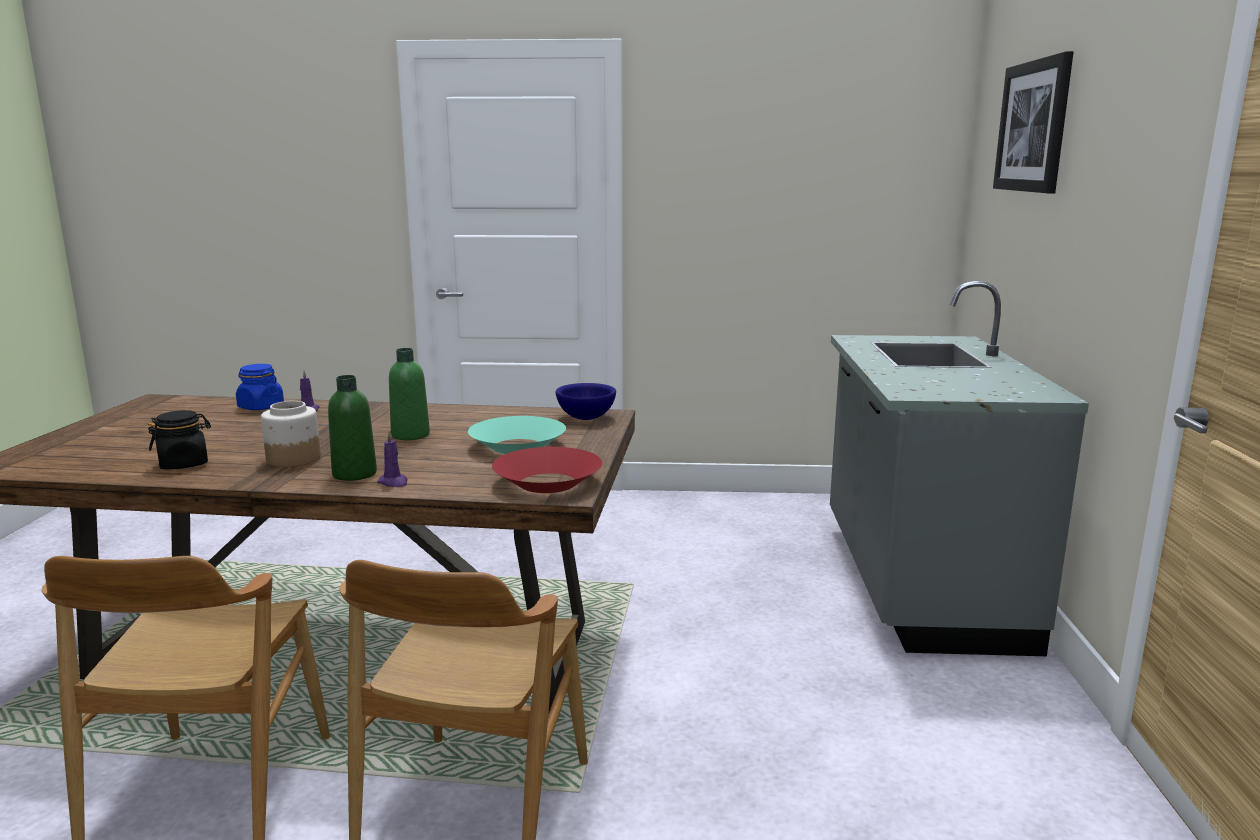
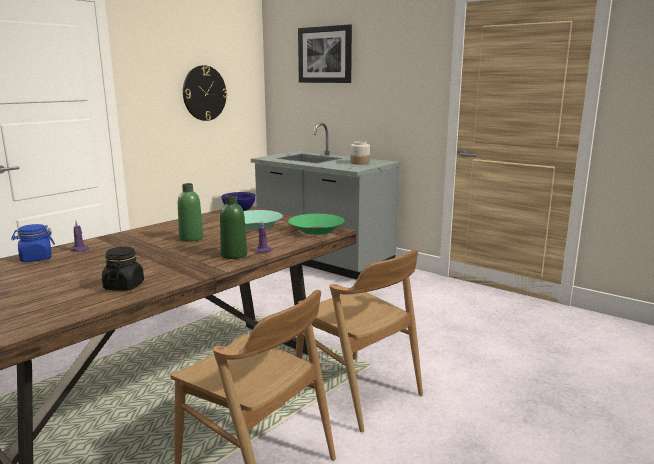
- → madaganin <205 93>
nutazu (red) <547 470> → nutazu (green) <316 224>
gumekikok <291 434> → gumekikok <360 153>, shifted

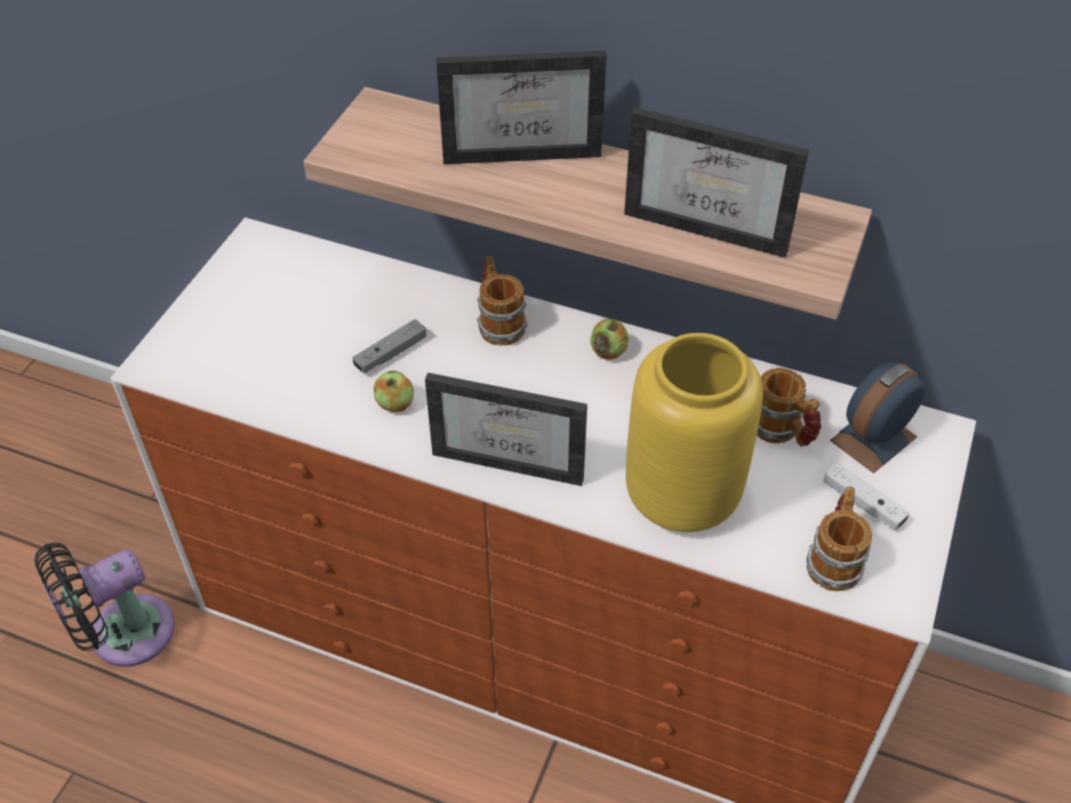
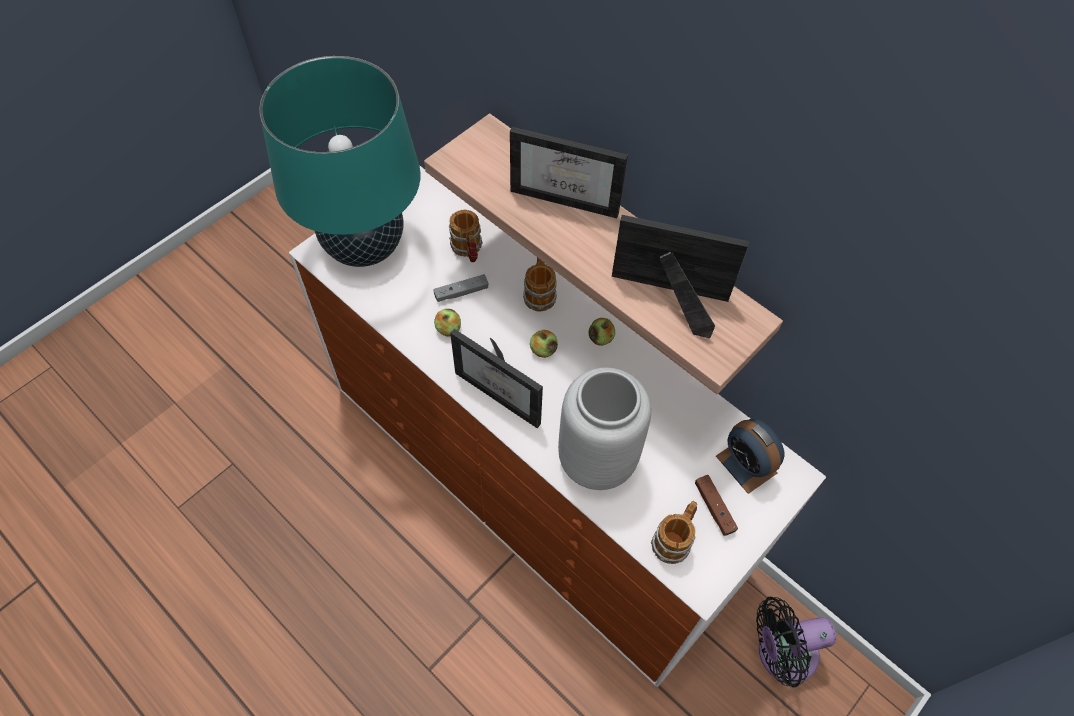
- → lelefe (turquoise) <340 161>
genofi <789 407> → genofi <466 235>, shifted
- → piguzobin <544 344>
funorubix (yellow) <694 432> → funorubix (grey) <604 428>
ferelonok <716 182> → ferelonok <680 276>, 150 degrees clockwise
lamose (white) <866 496> → lamose (brown) <716 505>
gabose <877 417> → gabose <750 456>, 105 degrees counterclockwise
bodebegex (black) <104 604> → bodebegex (black) <796 641>, shifted

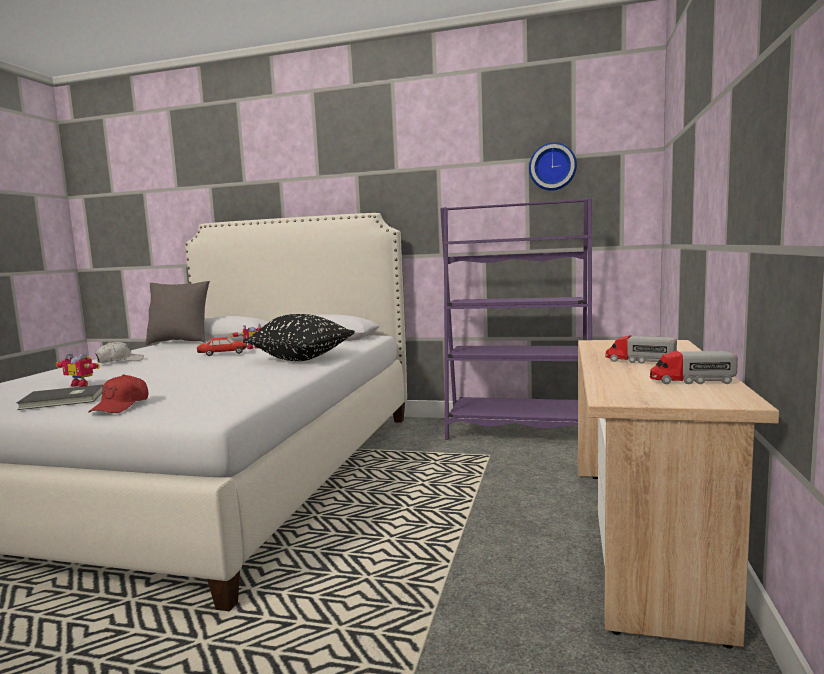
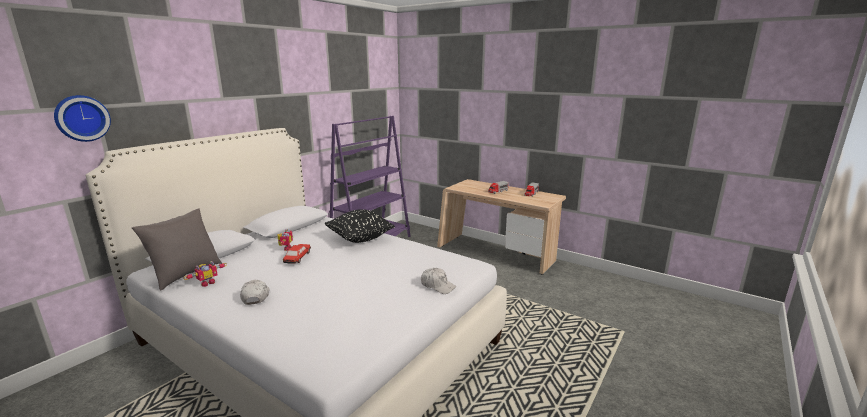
madaganin <553 166> → madaganin <82 118>, shifted
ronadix <77 370> → ronadix <205 274>, shifted
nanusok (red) <118 393> → nanusok (white) <439 281>
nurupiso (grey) <59 397> → -

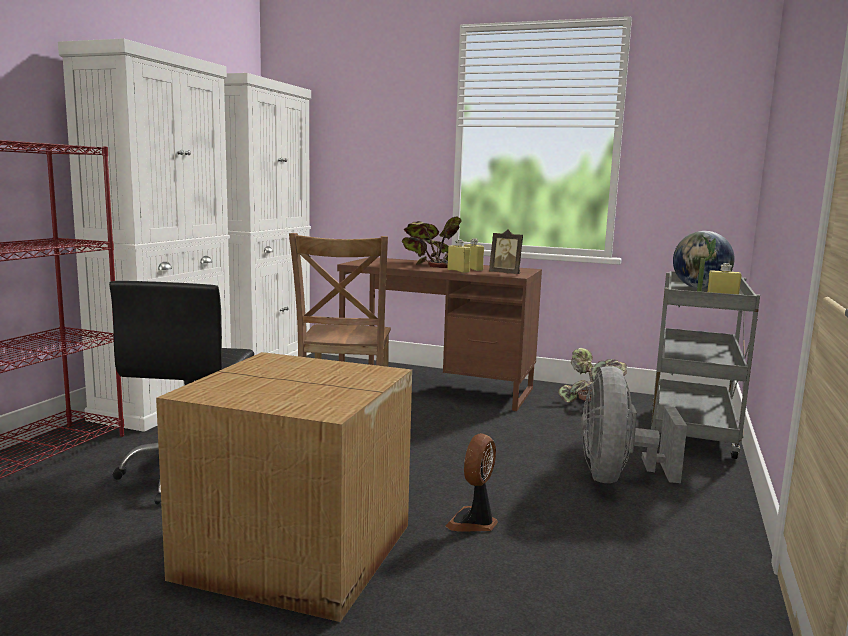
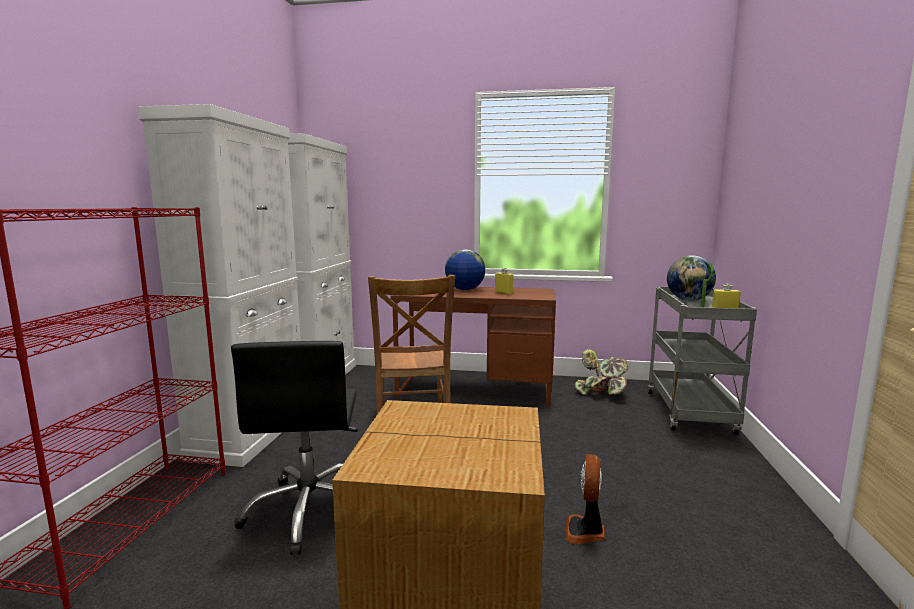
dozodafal <432 242> → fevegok <465 269>
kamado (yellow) <459 256> → -
ferelonok <506 251> → -
bodebegex (grey) <634 424> → -

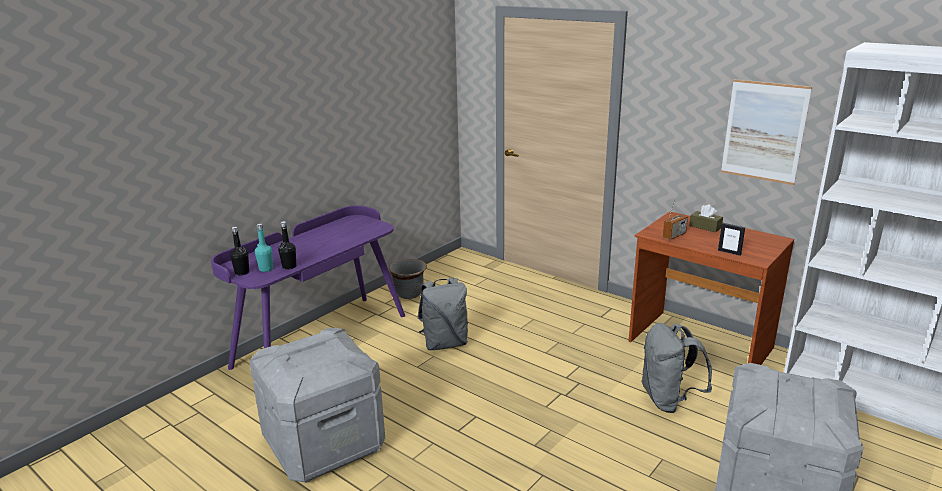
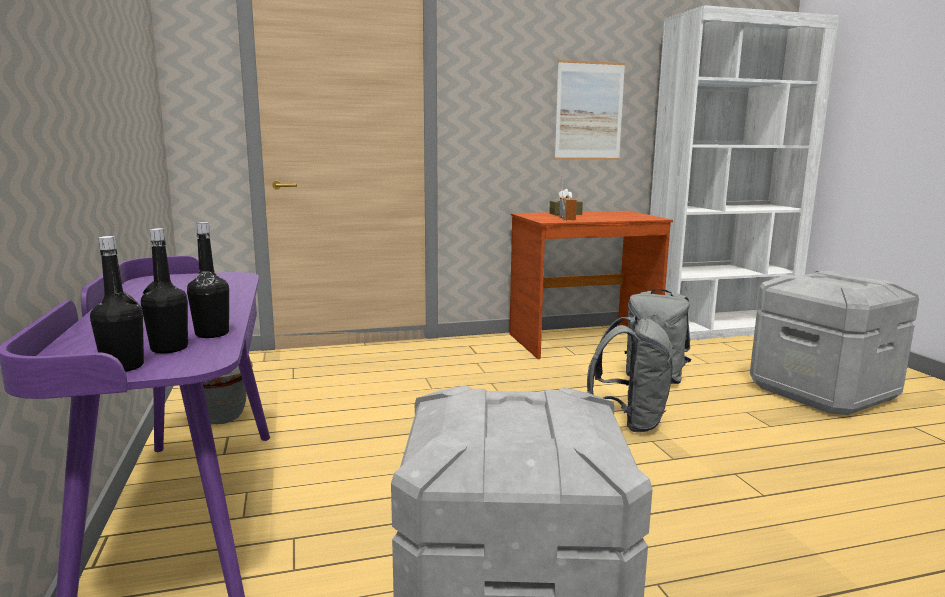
kamado (turquoise) <264 247> → kamado (black) <164 290>
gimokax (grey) <442 314> → gimokax (grey) <630 374>, shifted
ferelonok <731 239> → -

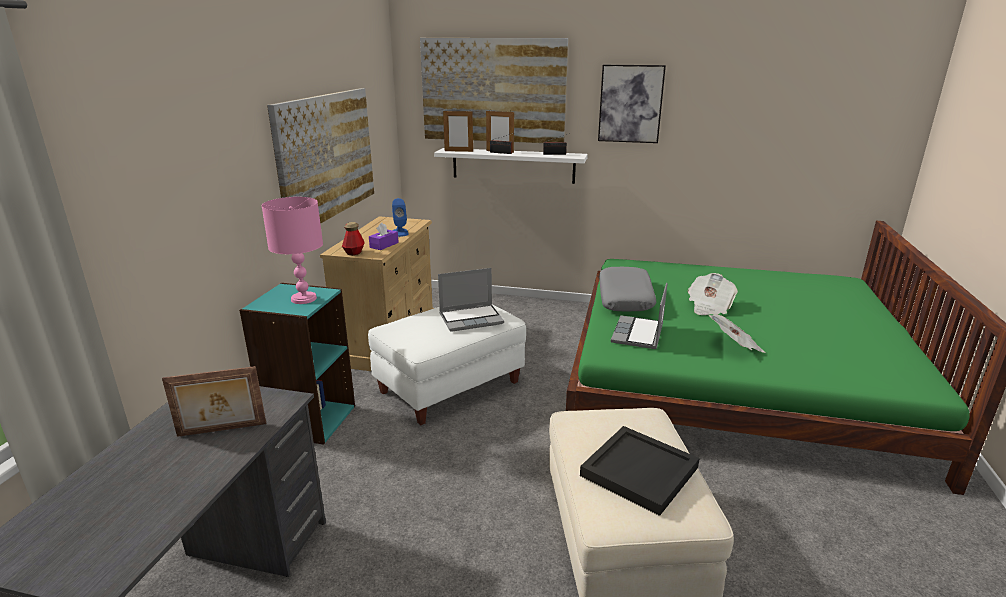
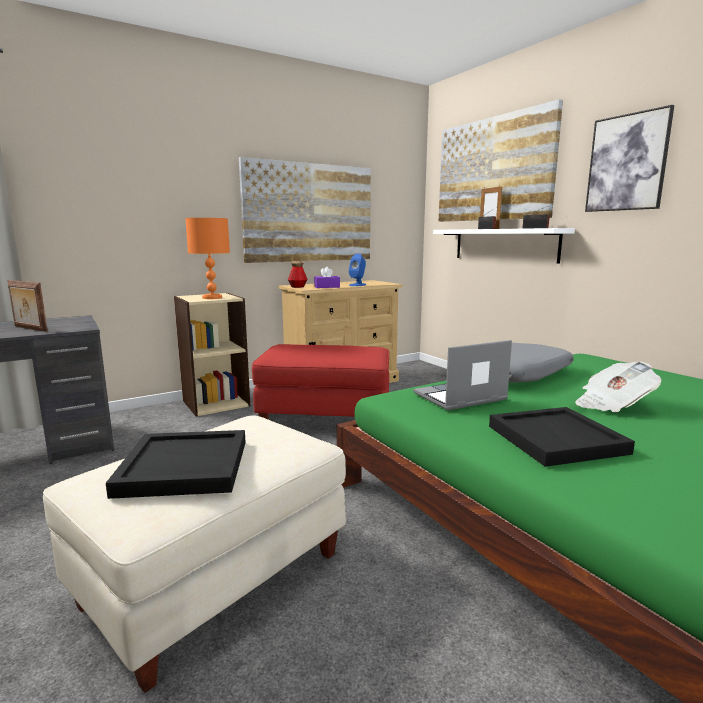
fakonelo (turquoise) <297 364> → fakonelo (beige) <212 355>
lelefe (pink) <292 250> → lelefe (orange) <207 258>
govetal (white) <447 365> → govetal (red) <320 382>
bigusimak <737 333> → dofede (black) <562 437>
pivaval <471 300> → -
ferelonok <458 131> → -

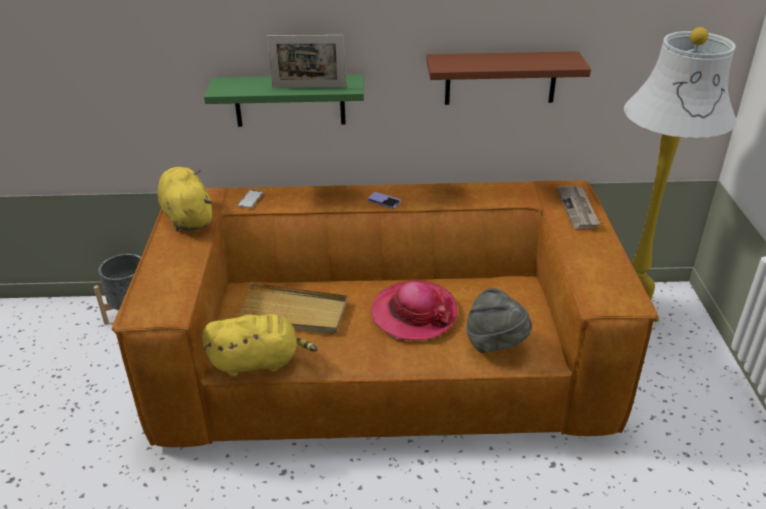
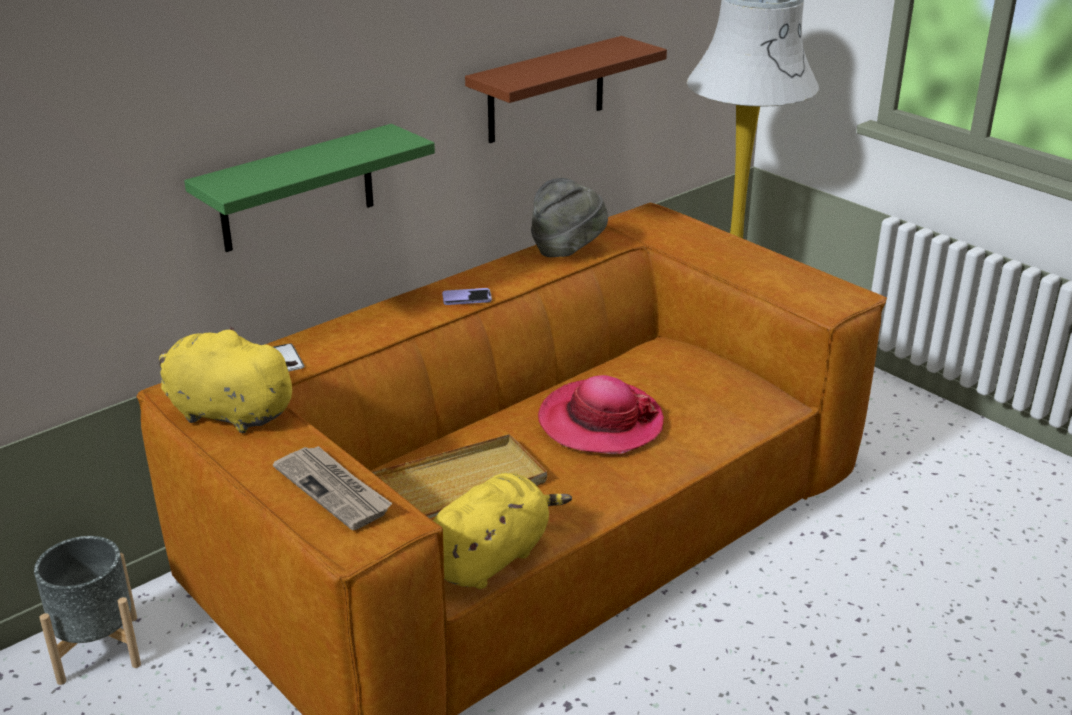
bigusimak <578 207> → bigusimak <333 488>, shifted
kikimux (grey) <499 320> → kikimux (grey) <569 217>, shifted
ferelonok <306 61> → -

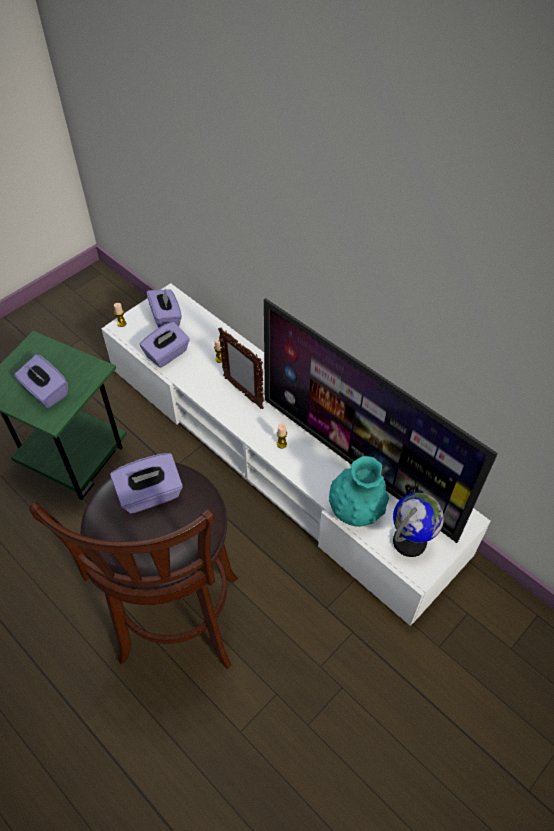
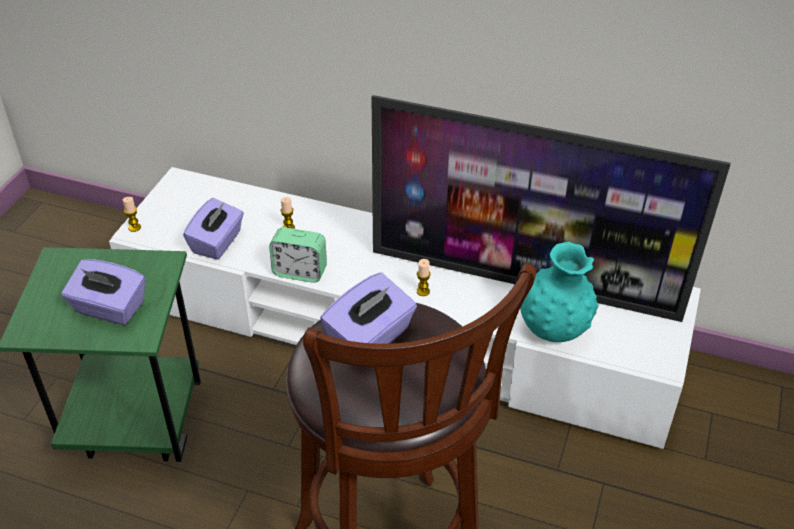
- → gabose <298 255>
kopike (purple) <164 308> → -
ferelonok <241 368> → -
fevegok <418 524> → -

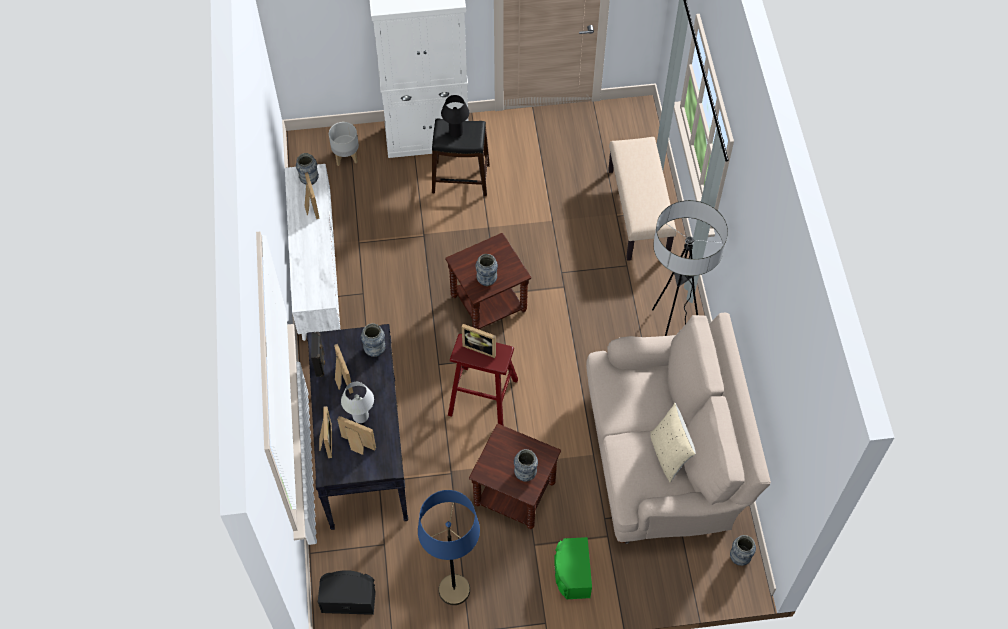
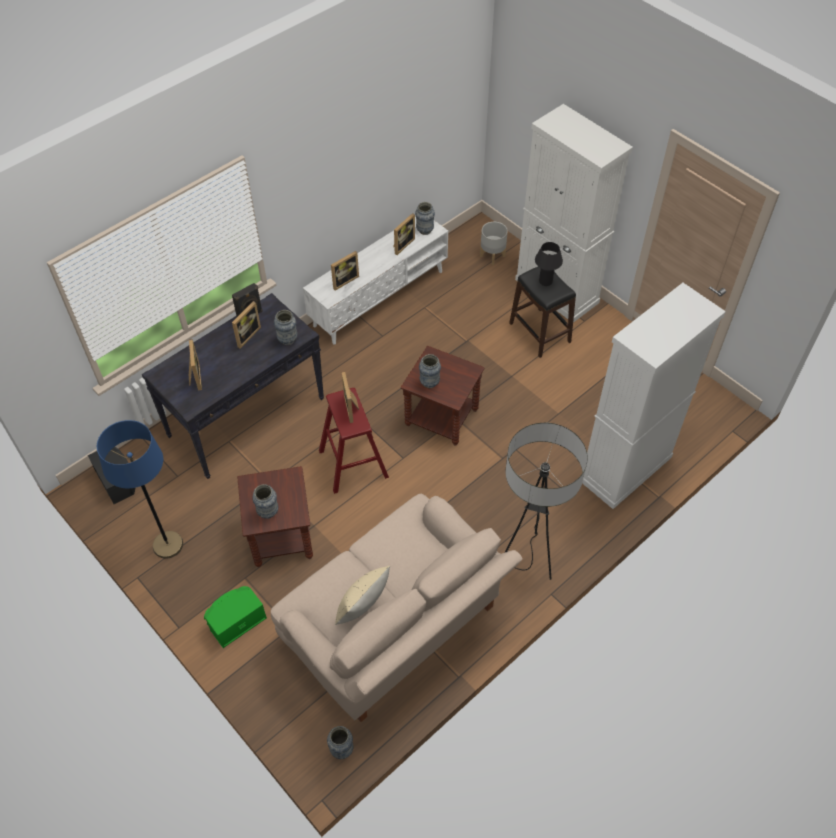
ferelonok <325 432> → ferelonok <345 271>, shifted
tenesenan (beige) <642 199> → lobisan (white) <654 396>
lelefe (white) <357 402> → -

